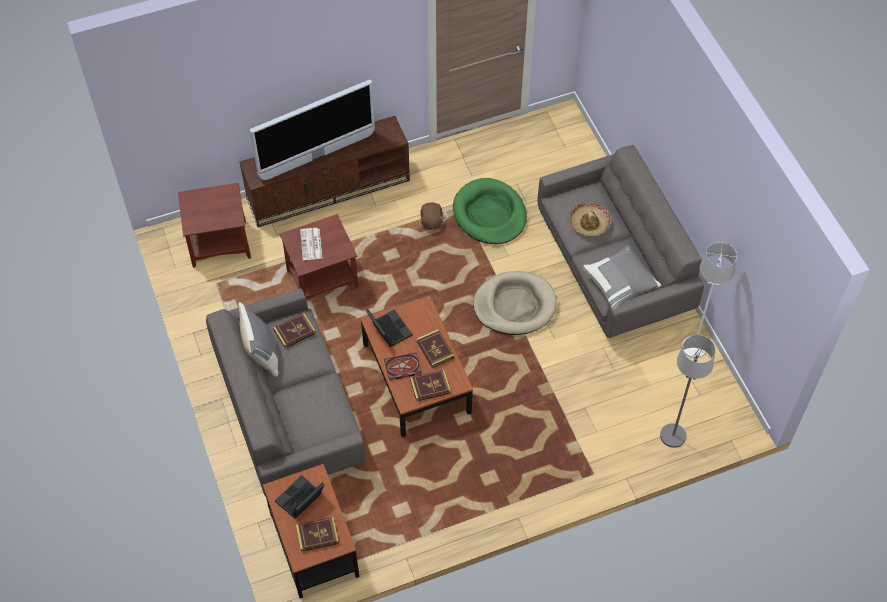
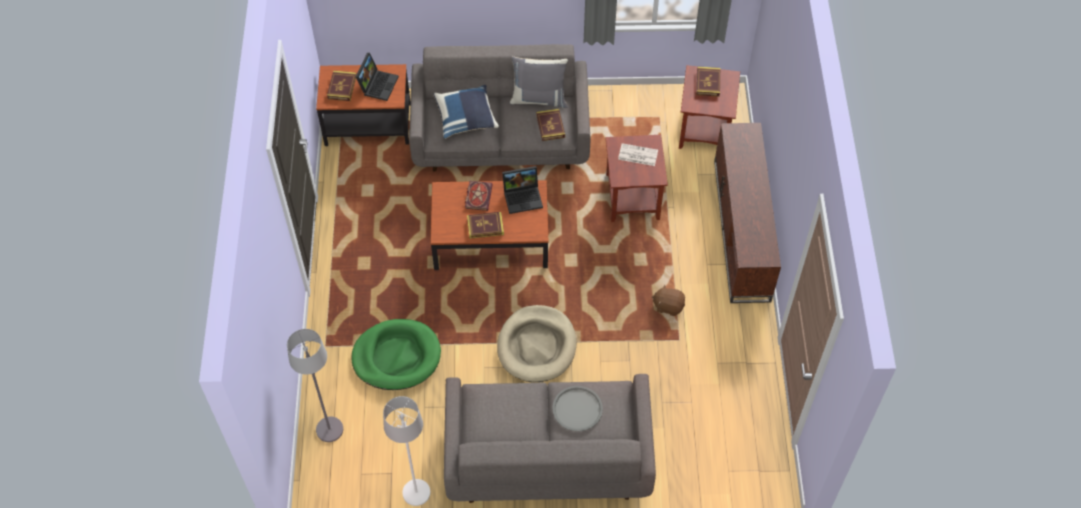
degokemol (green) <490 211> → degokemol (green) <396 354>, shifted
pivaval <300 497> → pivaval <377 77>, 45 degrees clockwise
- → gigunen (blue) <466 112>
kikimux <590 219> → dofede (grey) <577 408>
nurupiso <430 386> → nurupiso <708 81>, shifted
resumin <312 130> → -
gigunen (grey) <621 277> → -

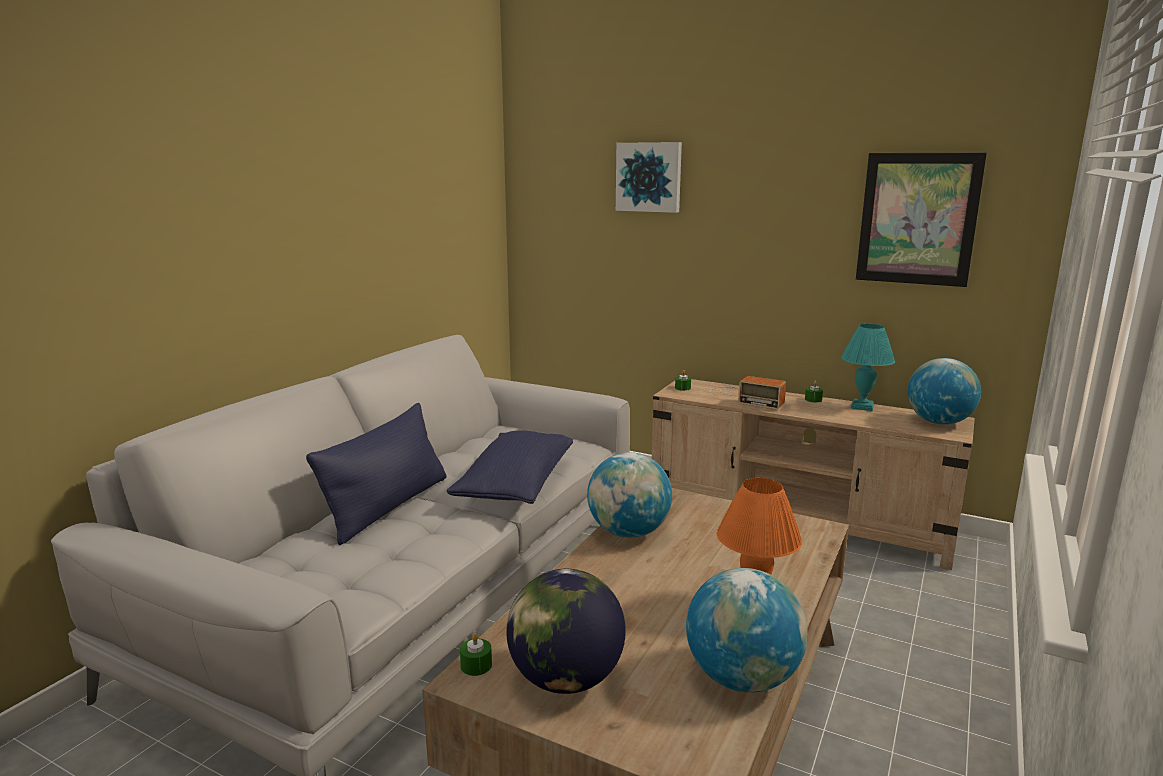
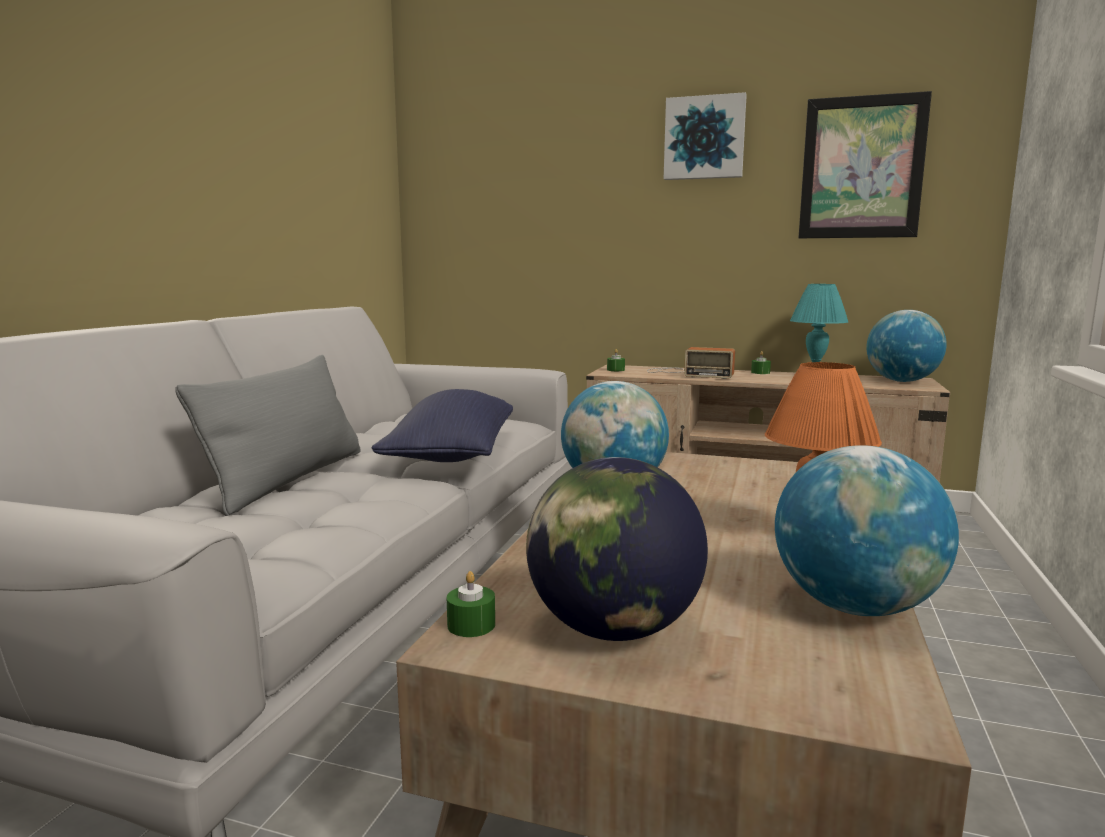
gigunen (blue) <376 474> → gigunen (grey) <268 435>
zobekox <649 177> → zobekox <705 136>, shifted

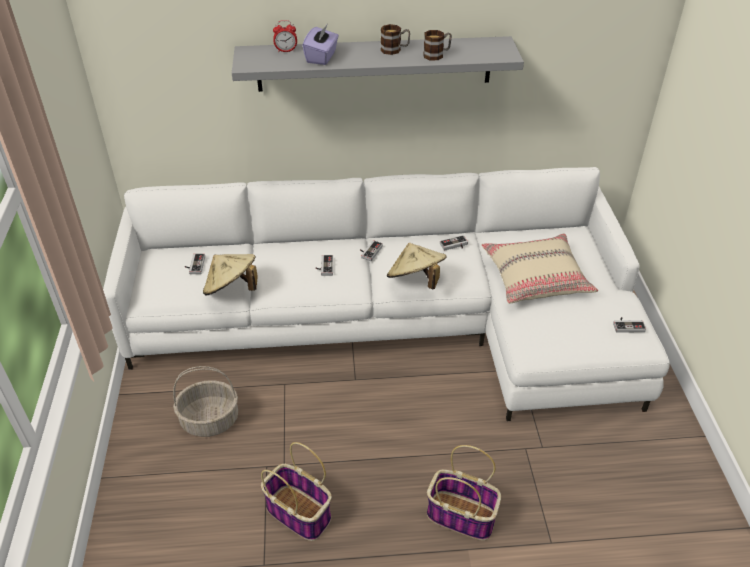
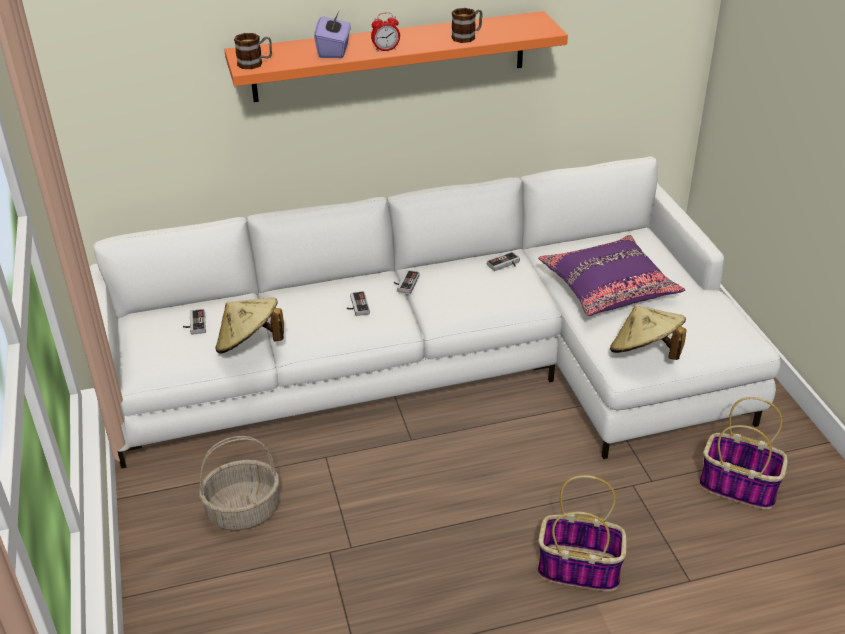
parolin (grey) <378 64> → parolin (orange) <396 56>
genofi <395 39> → genofi <253 51>, shifted
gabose <285 36> → gabose <385 32>, shifted
gigunen (beige) <539 269> → gigunen (purple) <611 275>
kikimux (beige) <417 266> → kikimux (beige) <648 332>, shifted
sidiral <296 491> → sidiral <743 453>, shifted
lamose <629 325> → -

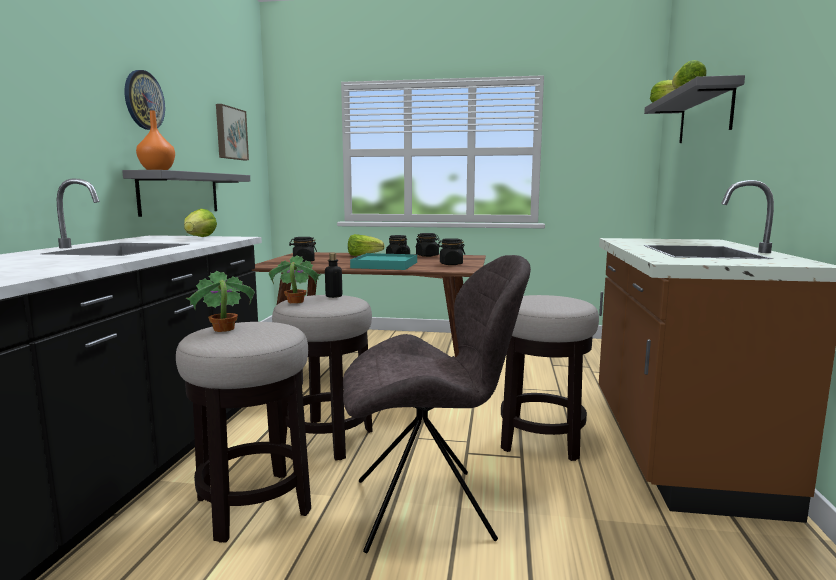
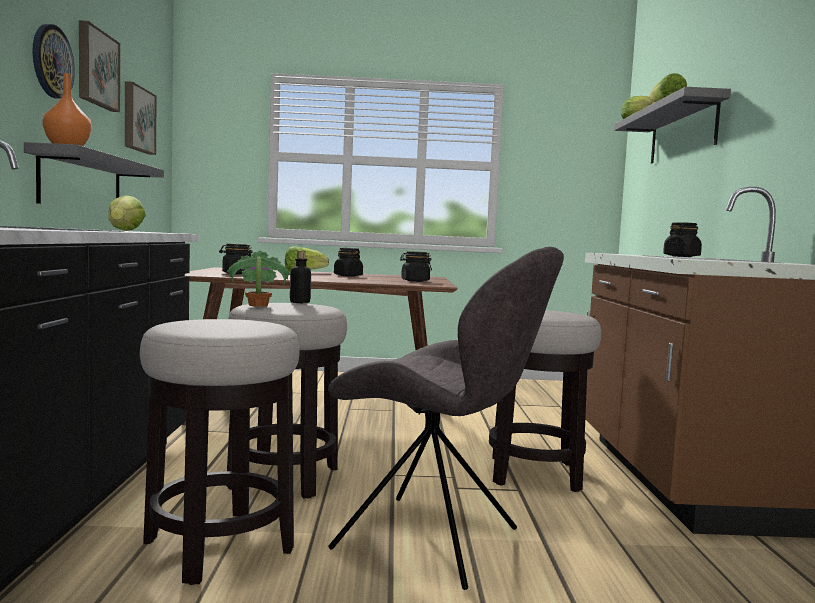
- → zobekox <99 66>
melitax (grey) <437 404> → melitax (grey) <446 418>, 45 degrees clockwise
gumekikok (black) <428 245> → gumekikok (black) <682 239>, shifted
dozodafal <220 301> → -
dofede (turquoise) <383 261> → -

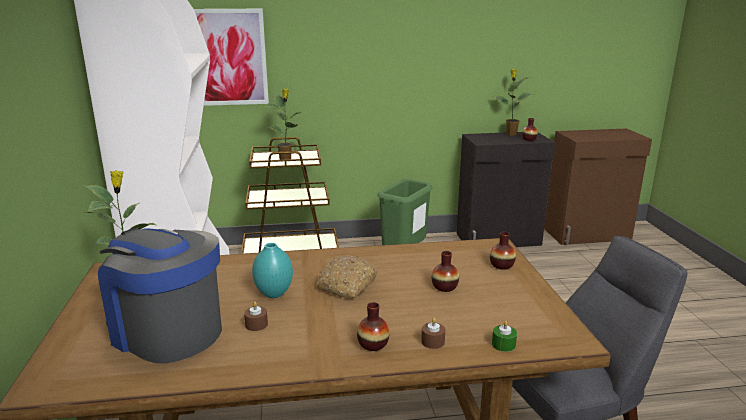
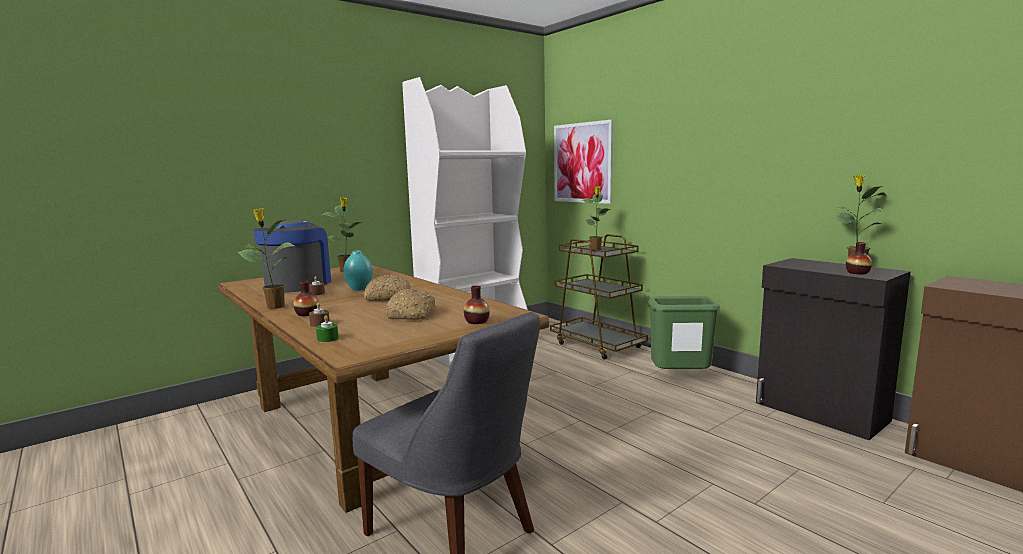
- → dozodafal <266 258>
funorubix <445 271> → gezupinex <410 304>

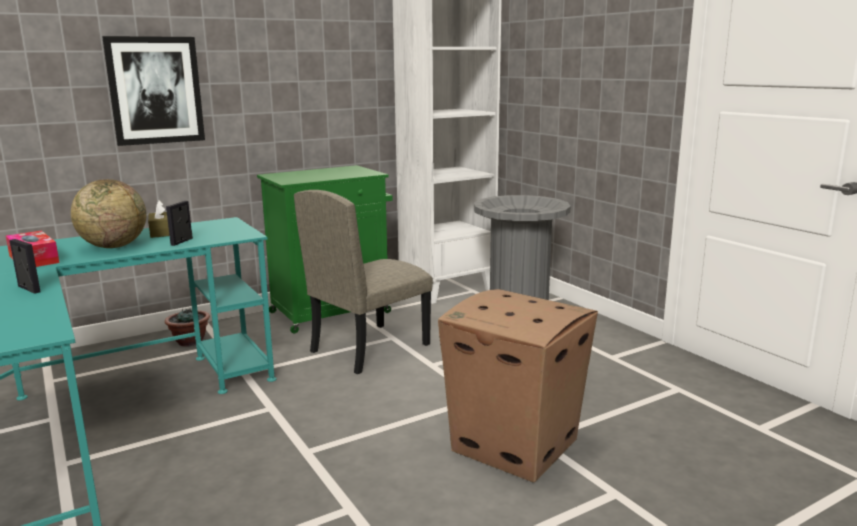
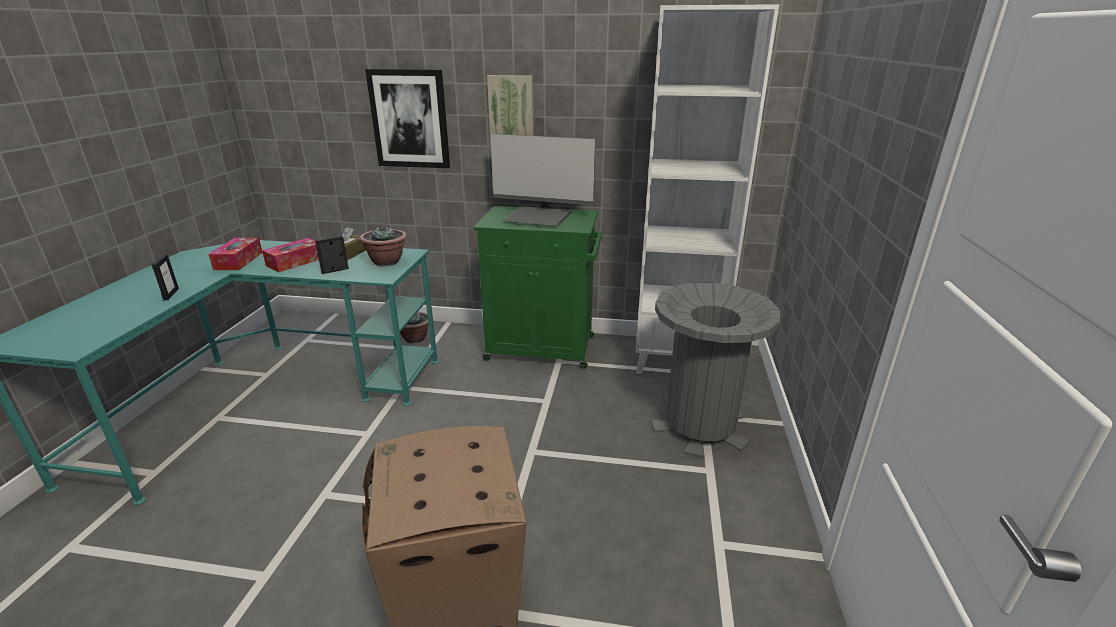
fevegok <108 213> → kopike <290 255>
- → dozodafal <383 245>
- → zobekox <510 105>
- → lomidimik <542 180>
melitax (beige) <363 282> → -

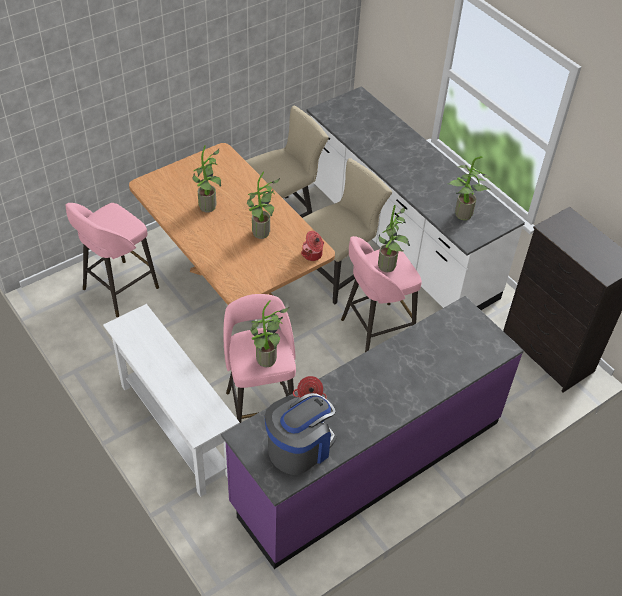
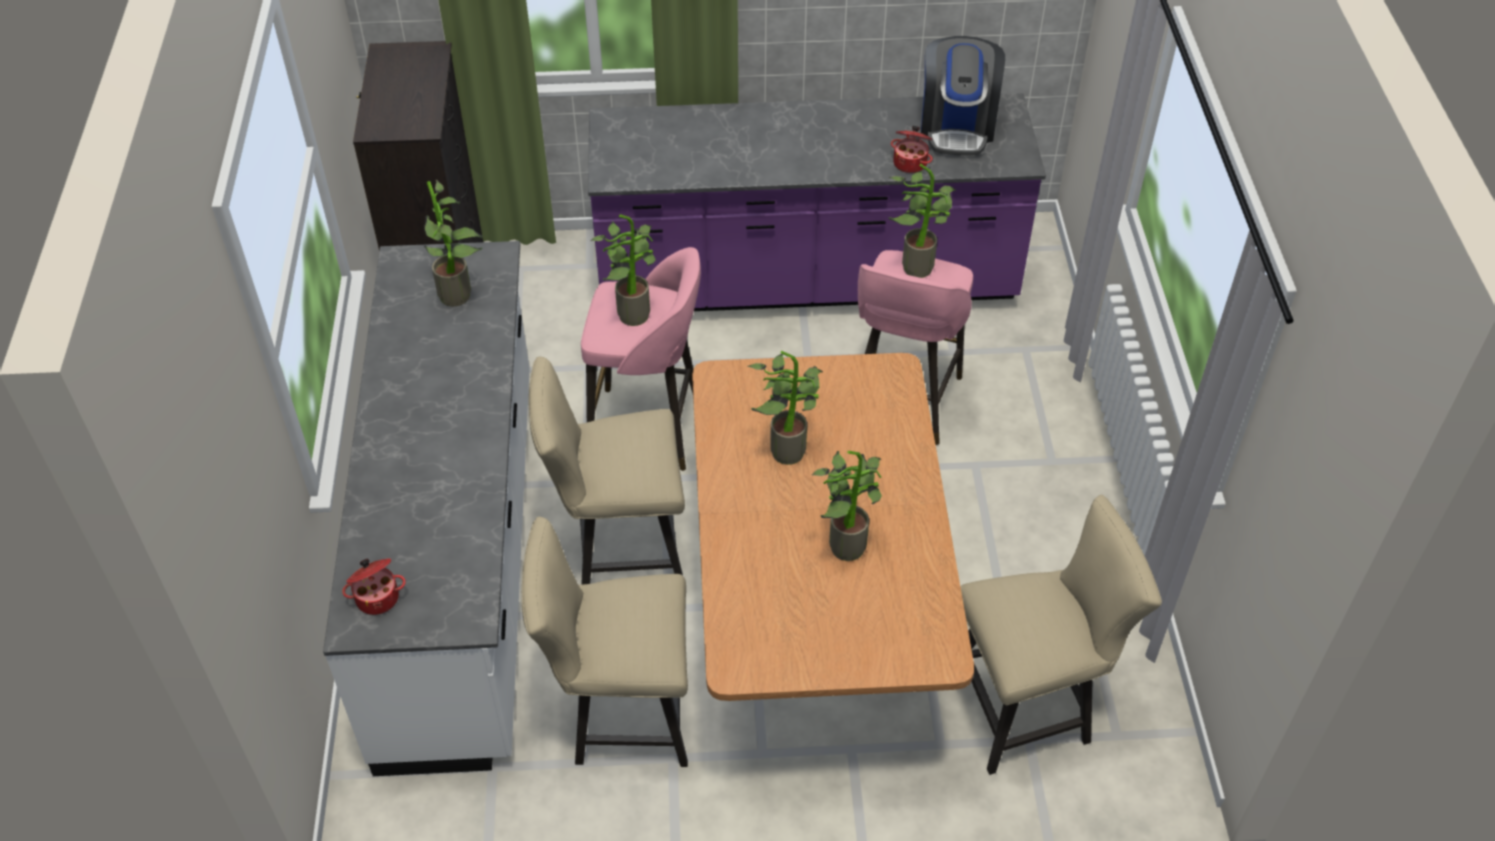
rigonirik <312 246> → rigonirik <374 586>, shifted
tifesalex <301 434> → tifesalex <963 95>, 75 degrees counterclockwise
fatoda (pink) <112 260> → melitax (beige) <1061 635>
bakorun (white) <171 400> → -

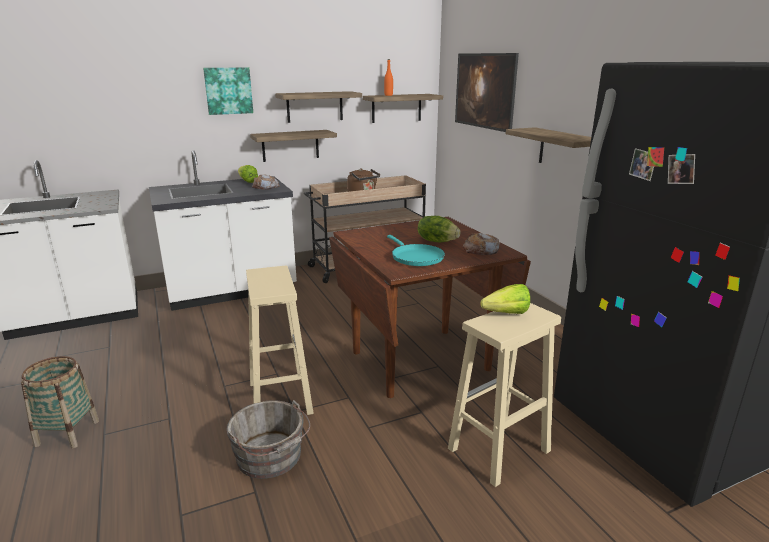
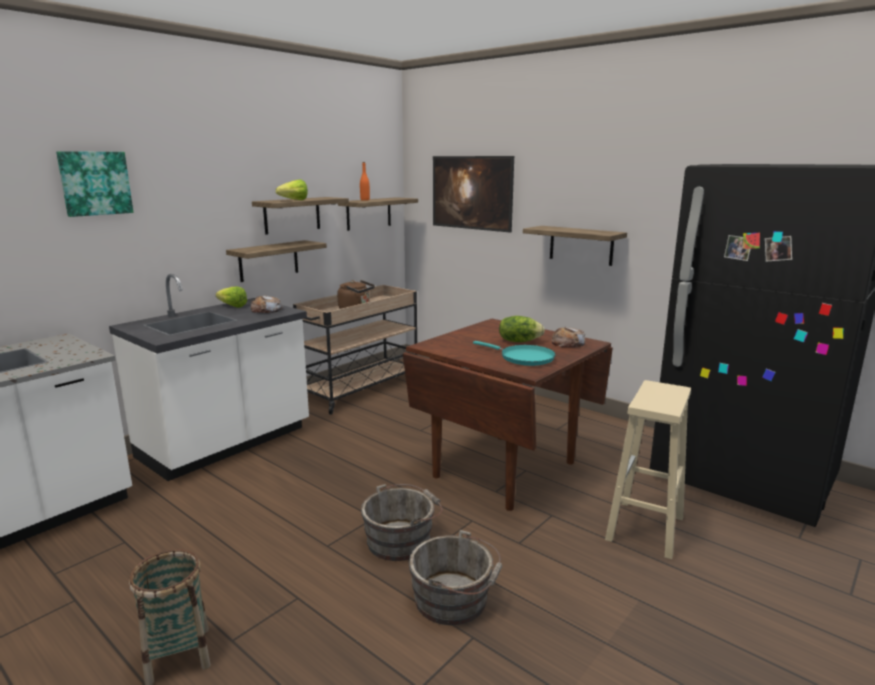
zobekox <228 91> → zobekox <94 184>, shifted
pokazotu <505 299> → pokazotu <292 190>, shifted
fatoda (beige) <280 340> → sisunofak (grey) <402 522>

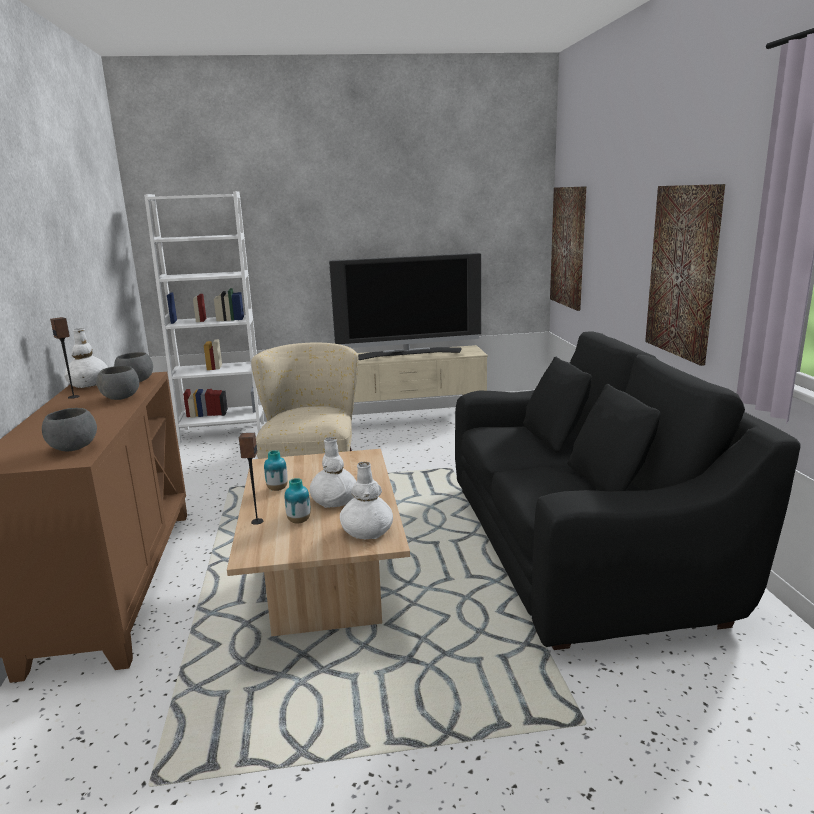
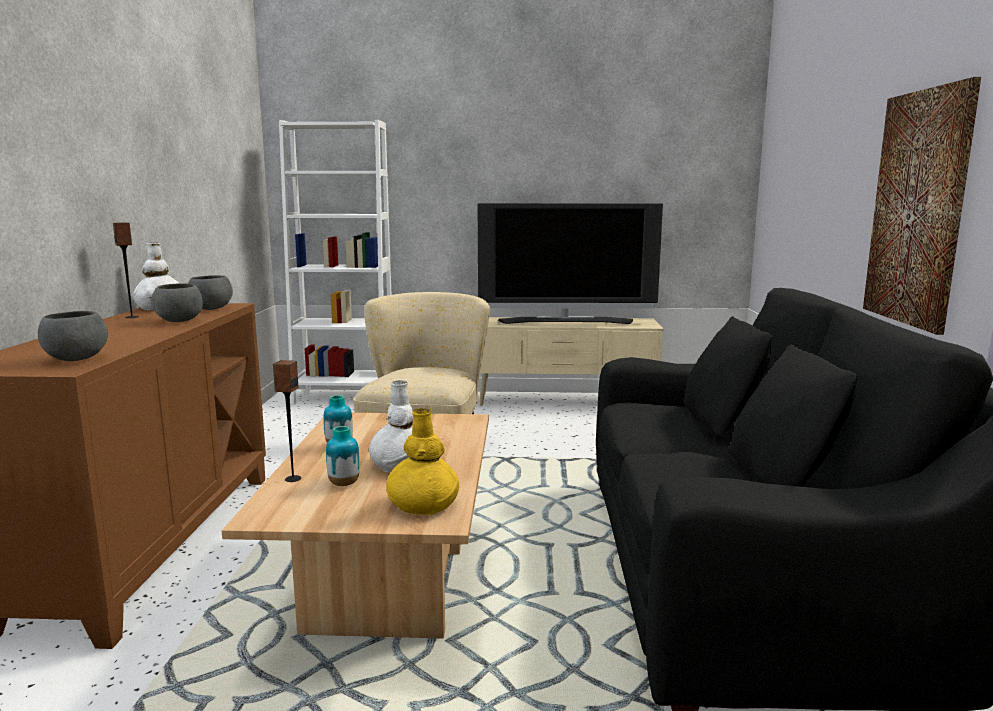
funorubix (white) <366 500> → funorubix (yellow) <422 462>
zobekox <568 248> → -

